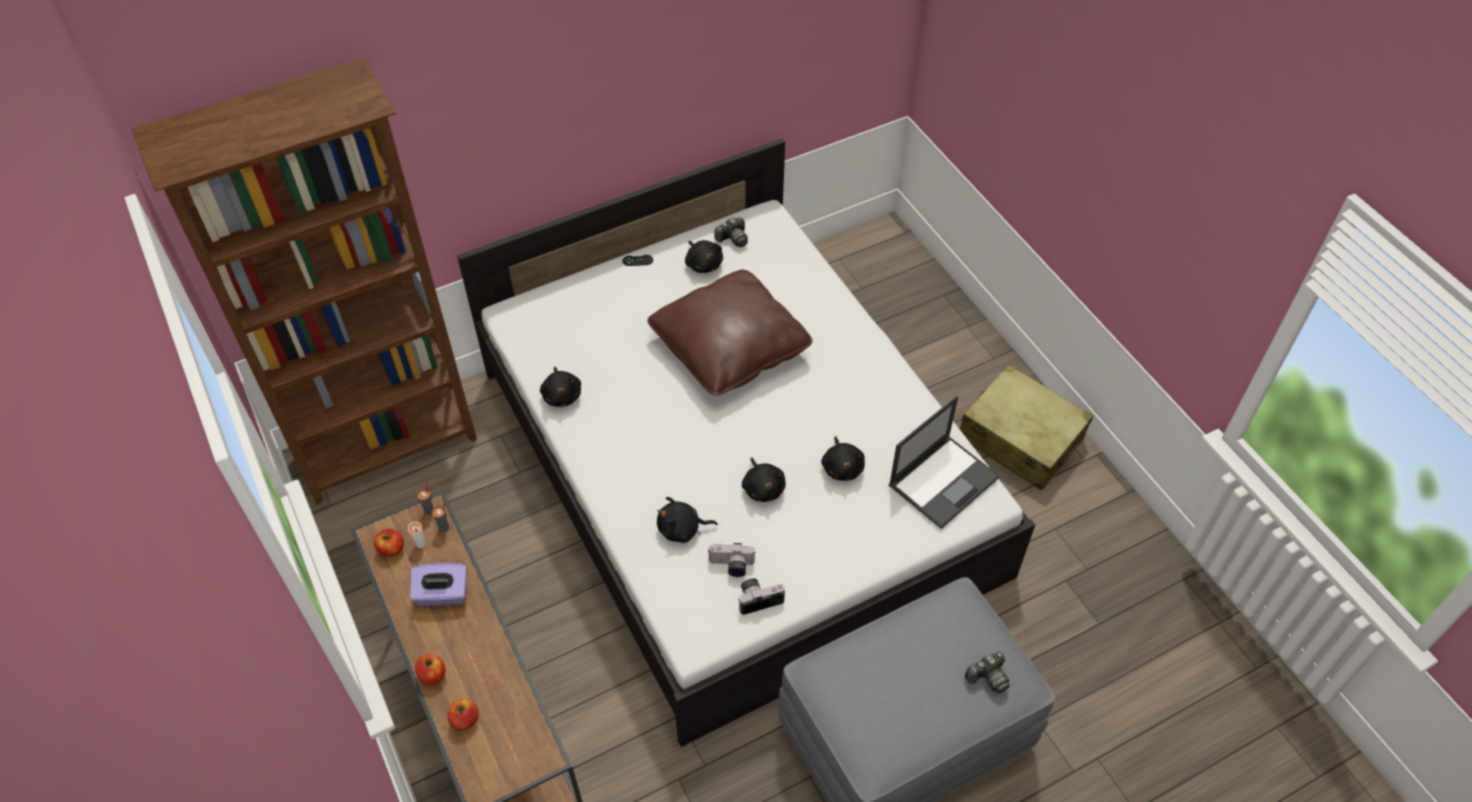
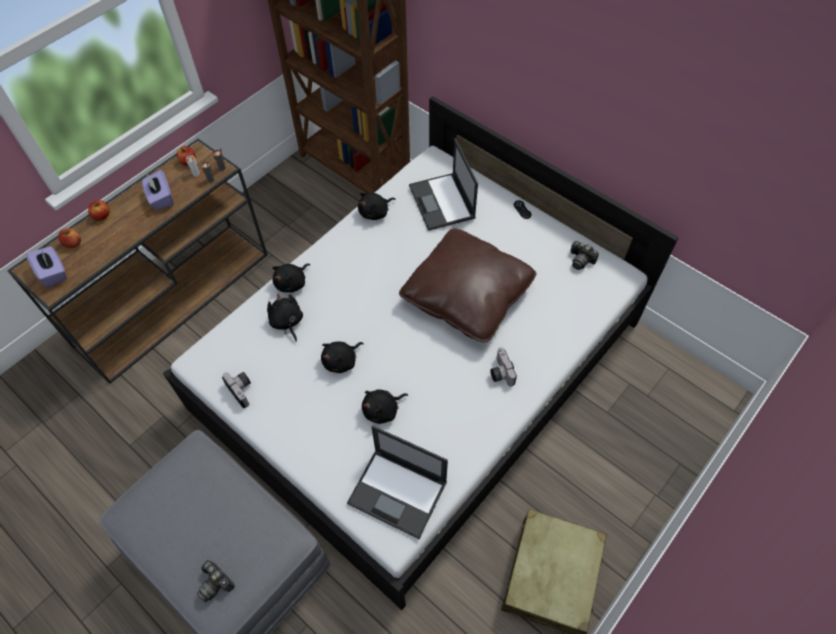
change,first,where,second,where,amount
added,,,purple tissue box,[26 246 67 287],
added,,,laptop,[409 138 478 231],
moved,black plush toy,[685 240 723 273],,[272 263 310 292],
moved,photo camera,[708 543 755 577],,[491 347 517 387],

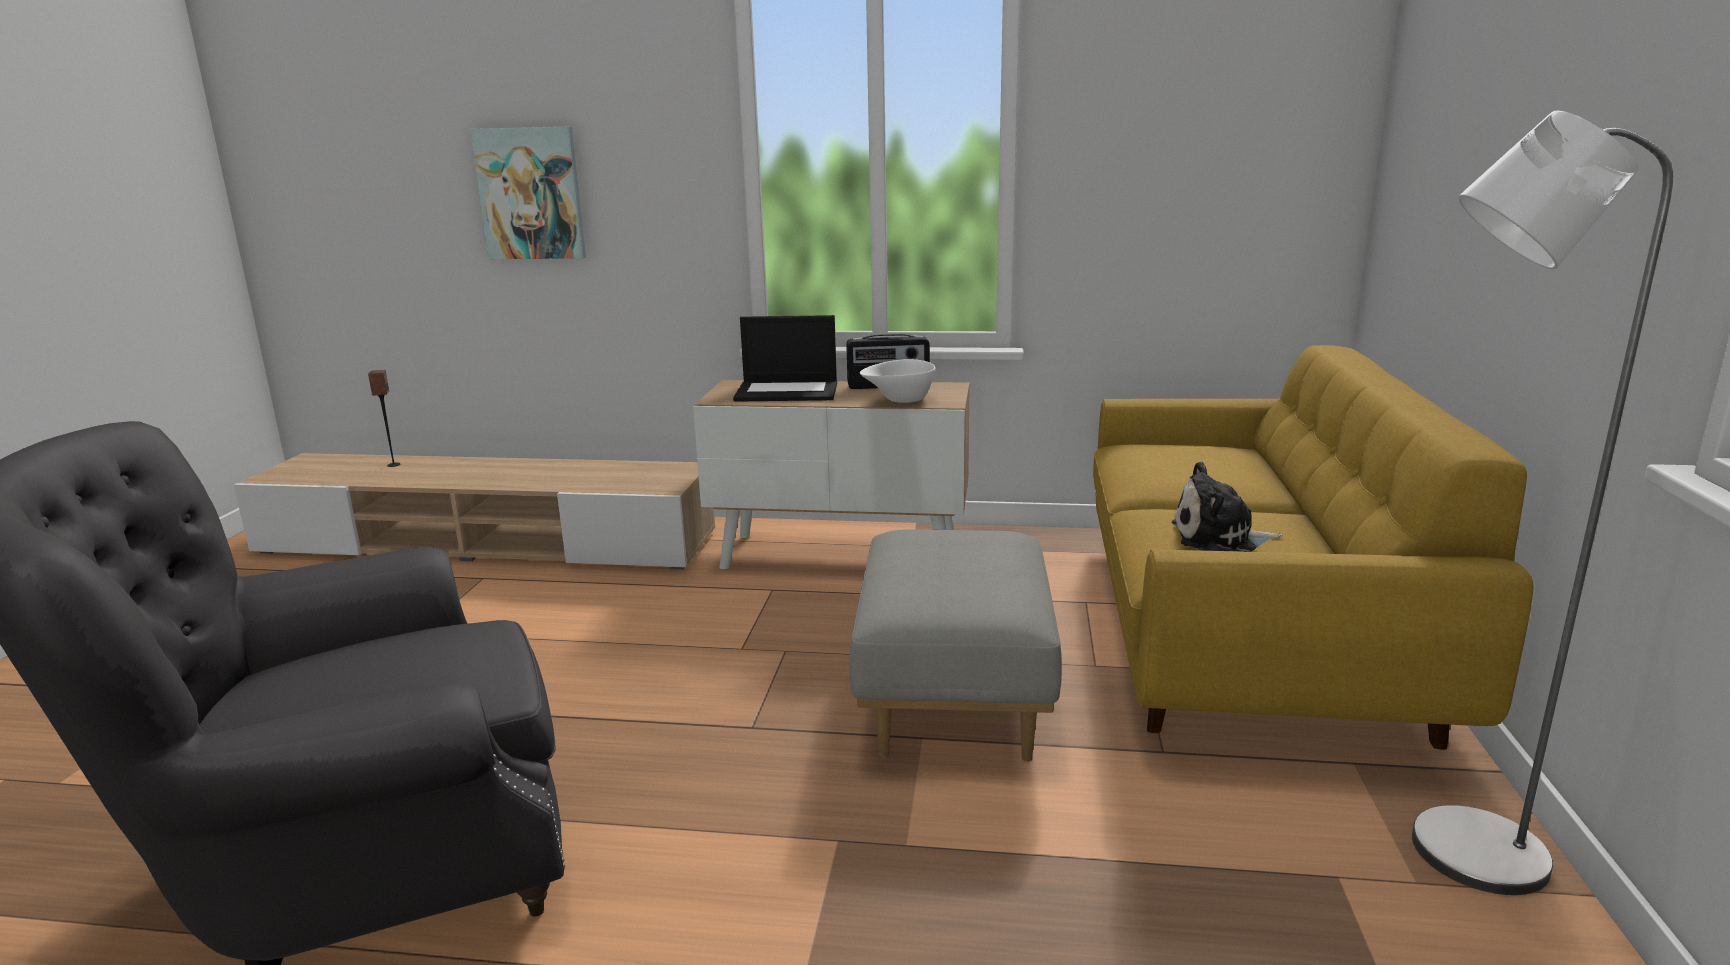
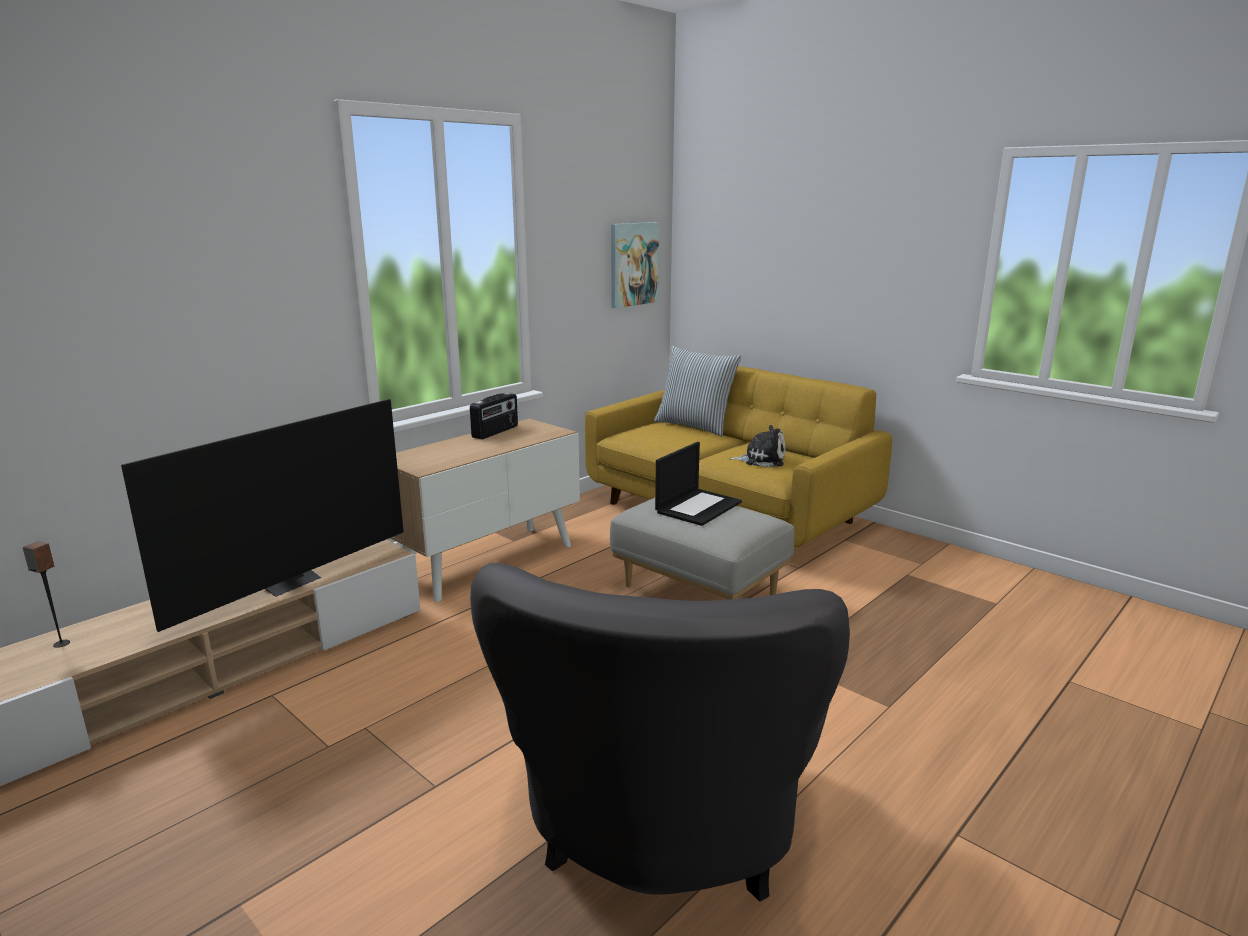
change,first,where,second,where,amount
removed,white bowl,[860 359 935 403],,,
removed,grey floor lamp,[1412 111 1673 895],,,
added,,,television,[121 399 404 632],
added,,,pillow,[654 346 742 437],
moved,picture,[470 127 586 259],,[611 222 659 308],
moved,laptop,[733 315 837 402],,[655 442 742 526],
turned,plush toy,[1172 462 1283 552],,[729 425 786 467],120 degrees counterclockwise

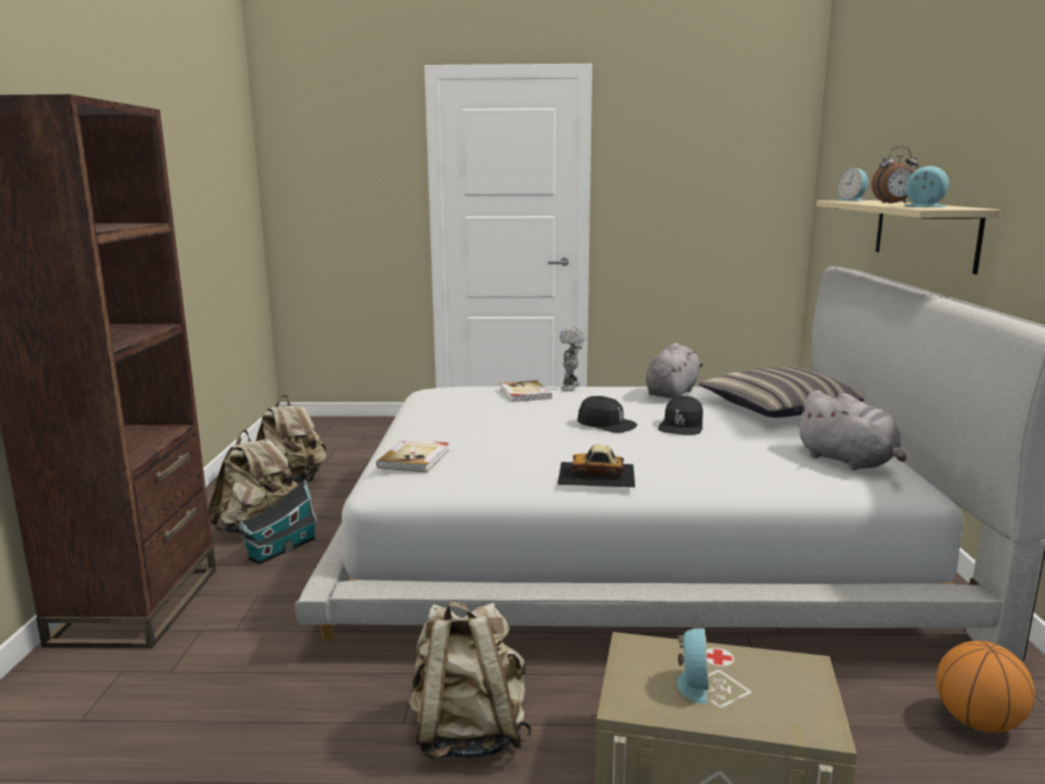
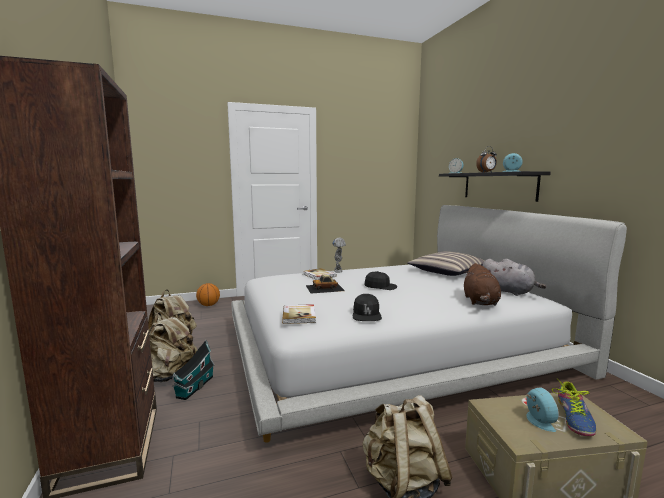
change,first,where,second,where,amount
removed,grey plush toy,[646 343 703 399],,,
added,,,brown plush toy,[464 263 501 306],
added,,,shoe,[552 380 596 436],
moved,toy car,[557 444 635 487],,[306 275 345 294],
moved,black cap,[658 396 703 435],,[353 294 382 321],
moved,basketball,[937 641 1035 733],,[196 283 220 306],
recoloured,beige shelf,[816 200 1001 274],black shelf,[439 171 551 202],

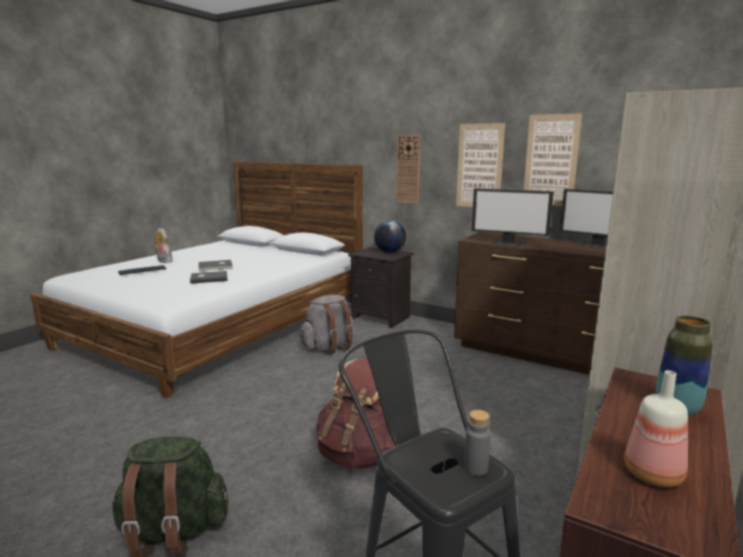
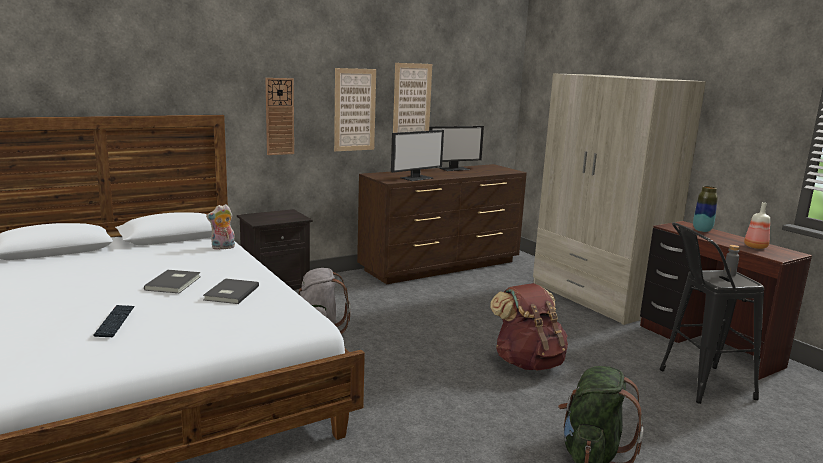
change,first,where,second,where,amount
removed,globe,[374 220 406 253],,,
moved,plush toy,[155 228 173 263],,[206 204 235 250],

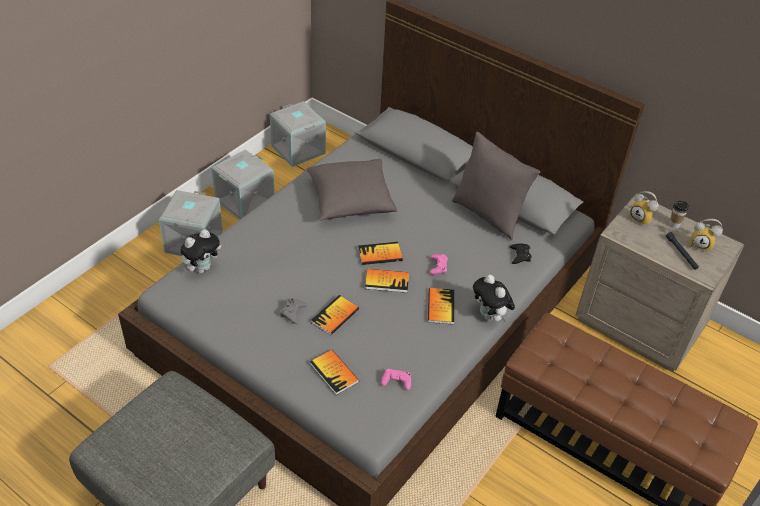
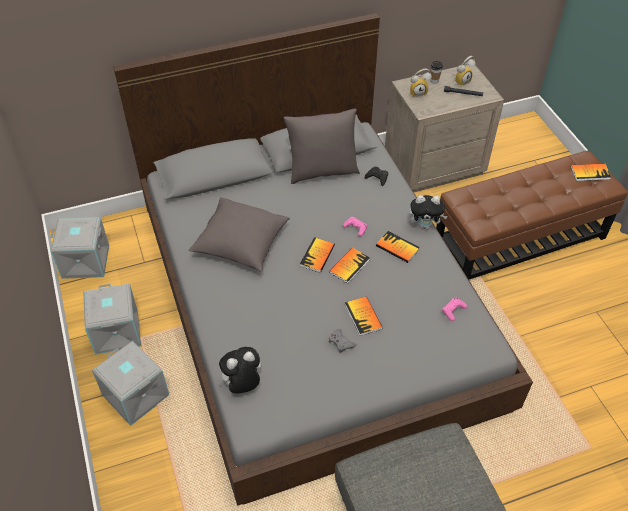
change,first,where,second,where,amount
moved,book,[310 350 359 395],,[571 163 611 181],
turned,plush toy,[180 229 221 273],,[218 347 261 394],105 degrees counterclockwise

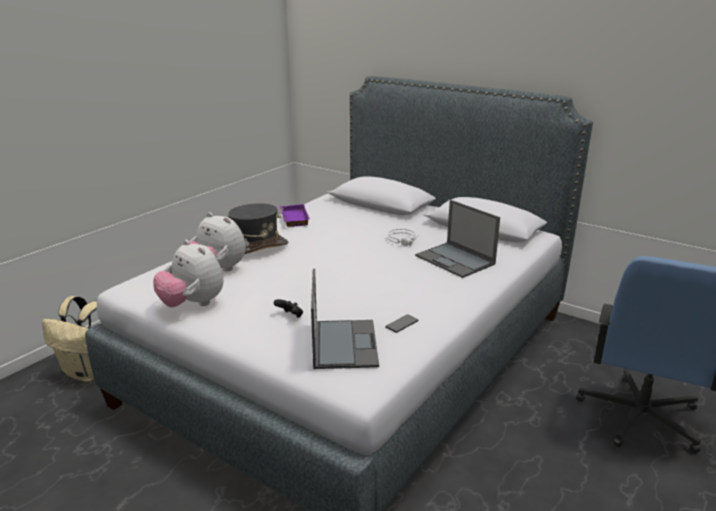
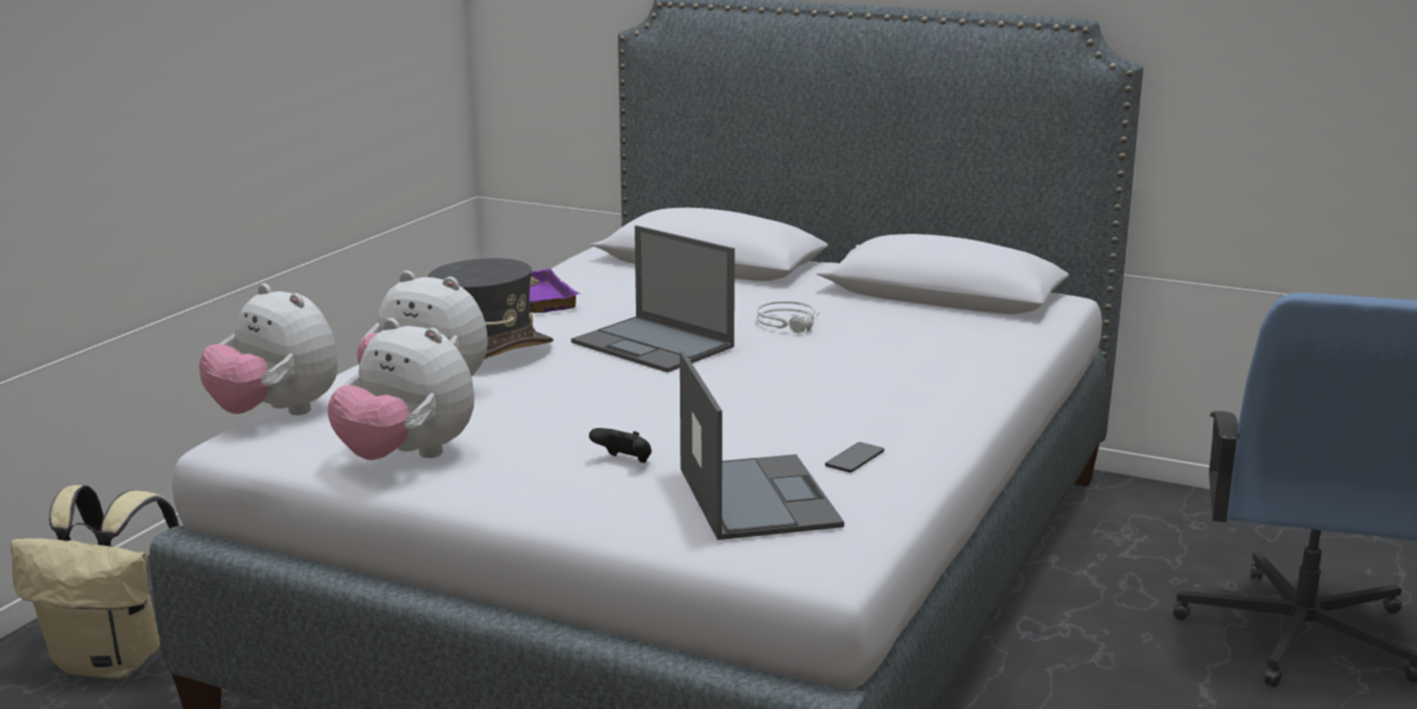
change,first,where,second,where,amount
added,,,plush toy,[199 283 338 415],
moved,laptop,[415 200 500 278],,[571 225 735 373],

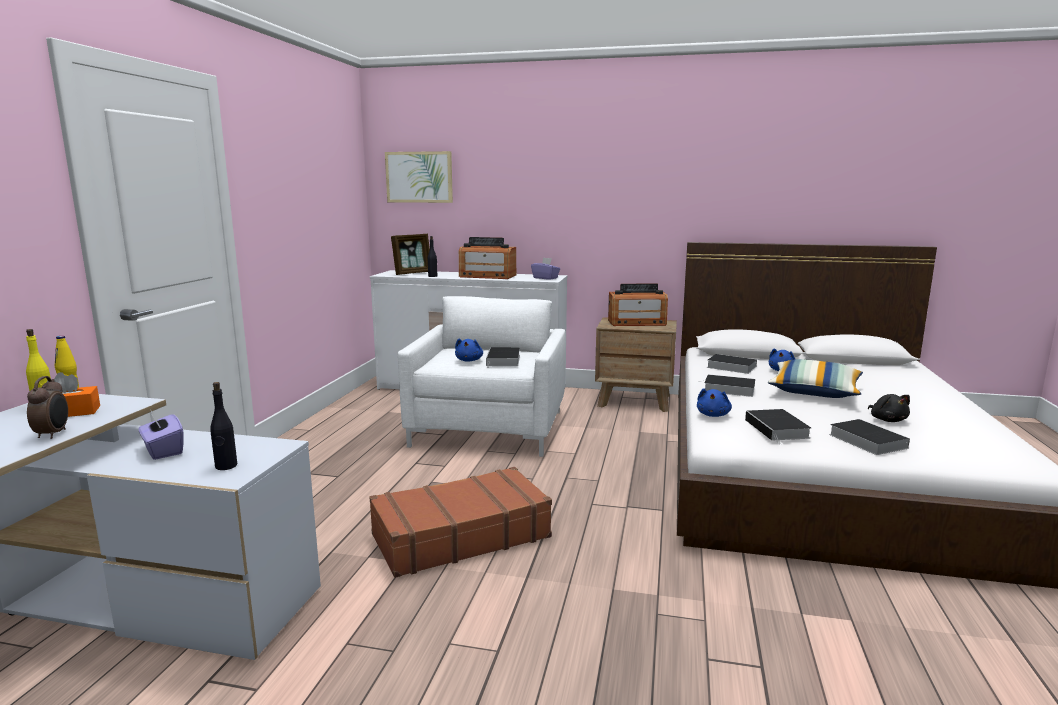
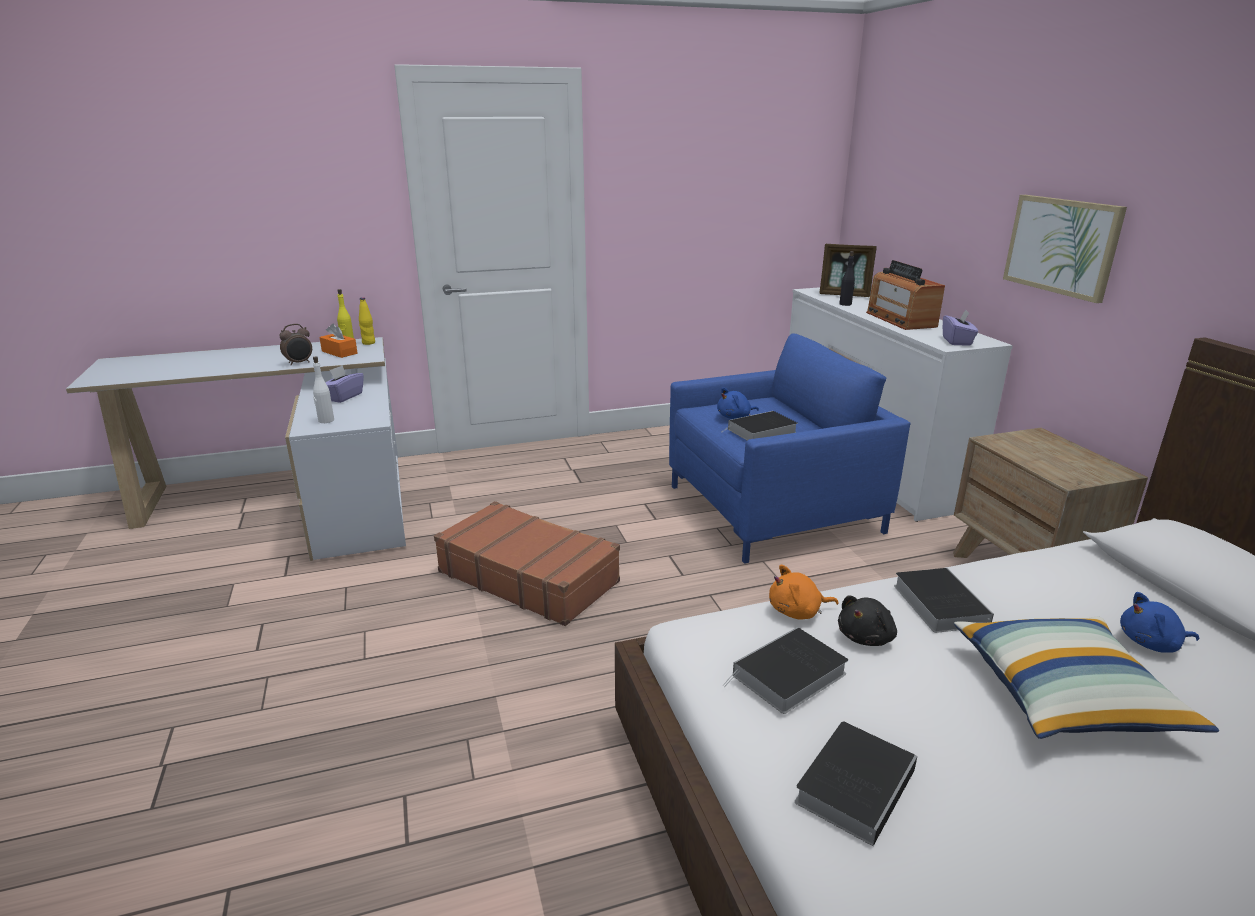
change,first,where,second,where,amount
removed,radio,[608 284 668 326],,,
removed,book,[707 354 757 374],,,
moved,picture,[385 151 453 203],,[1003 195 1127 303],
moved,black plush toy,[868 394 910 422],,[838 595 897 646],
recoloured,black bottle,[210 382 237 470],white bottle,[313 356 334 423],
recoloured,white armchair,[398 296 566 457],blue armchair,[669 334 911 564],
recoloured,blue plush toy,[697 388 732 417],orange plush toy,[769 565 839 620],

